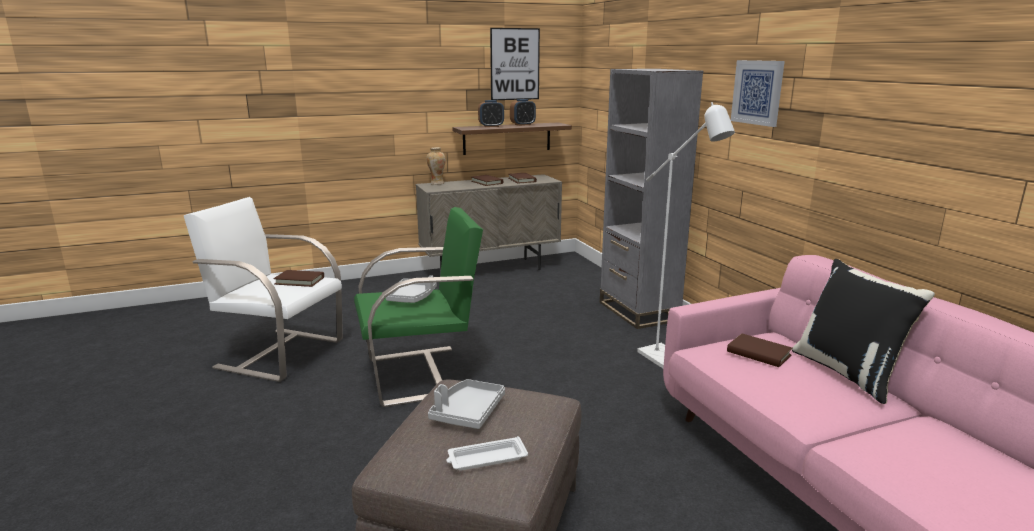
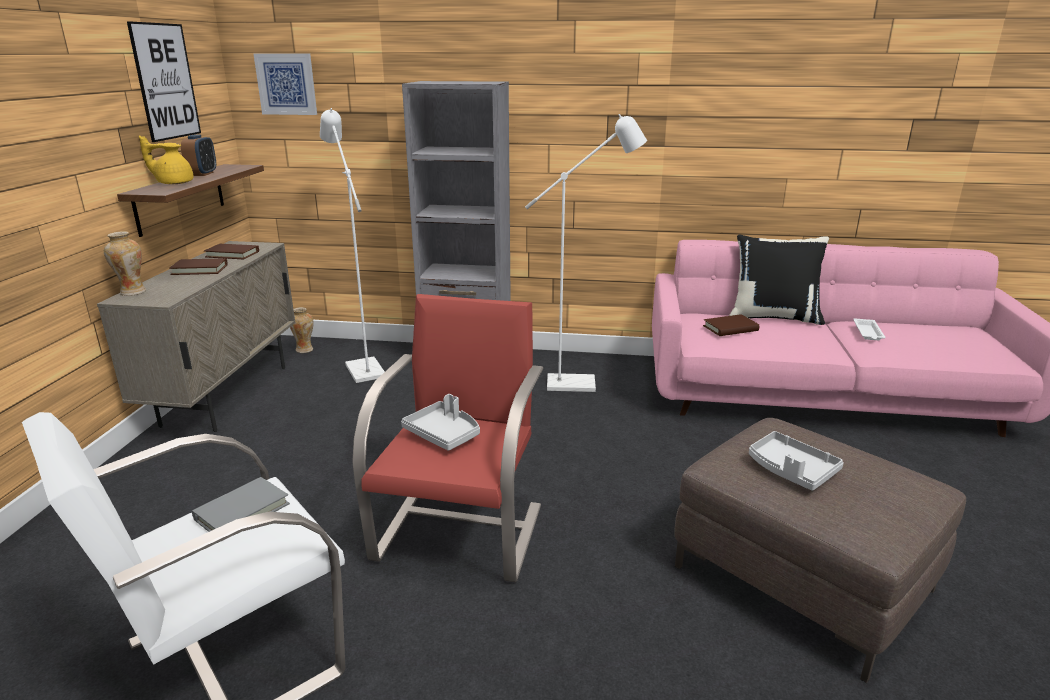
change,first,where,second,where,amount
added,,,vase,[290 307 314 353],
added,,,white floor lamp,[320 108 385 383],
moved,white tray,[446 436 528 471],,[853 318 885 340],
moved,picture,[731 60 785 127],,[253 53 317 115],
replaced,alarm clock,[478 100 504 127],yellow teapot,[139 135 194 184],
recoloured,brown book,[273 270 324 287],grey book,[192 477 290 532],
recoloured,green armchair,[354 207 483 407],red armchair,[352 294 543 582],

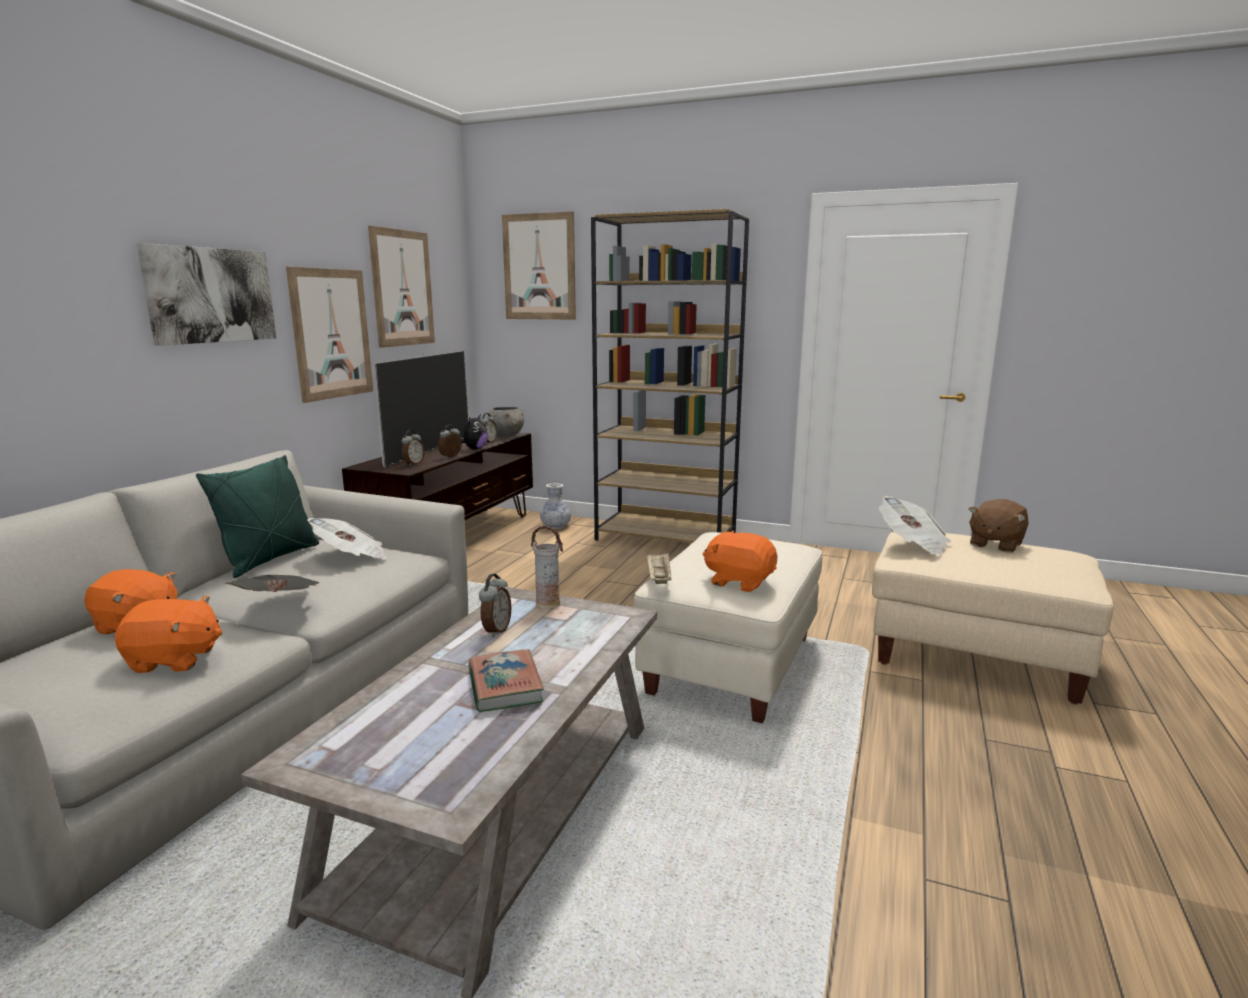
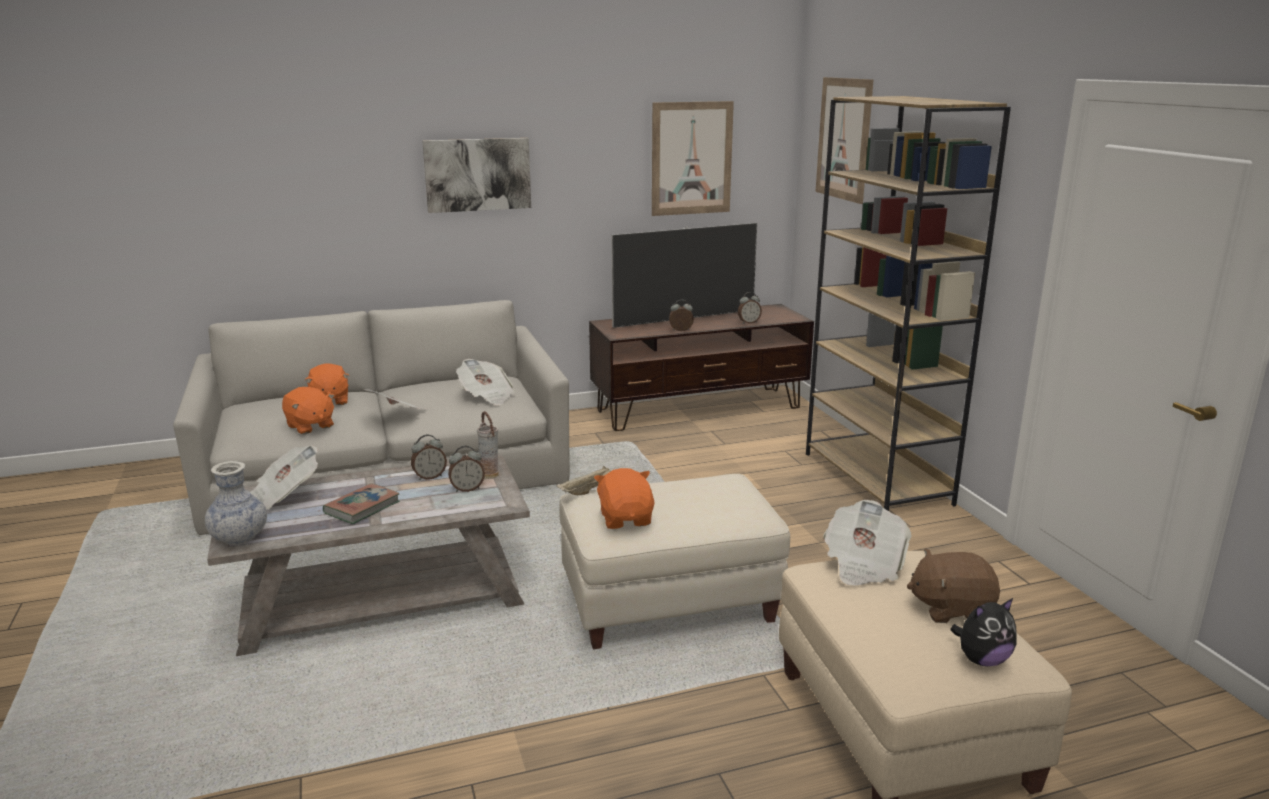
change,first,where,second,where,amount
removed,green pillow,[196 455 319 578],,,
removed,picture,[286 267 373 403],,,
removed,grey bowl,[488 407 524 437],,,
added,,,newspaper,[250 445 319 509],
moved,alarm clock,[402 430 425 466],,[448 446 485 492],
moved,plush toy,[461 415 488 450],,[950 598 1017 666],
moved,vase,[540 483 571 529],,[205 461 267 545],

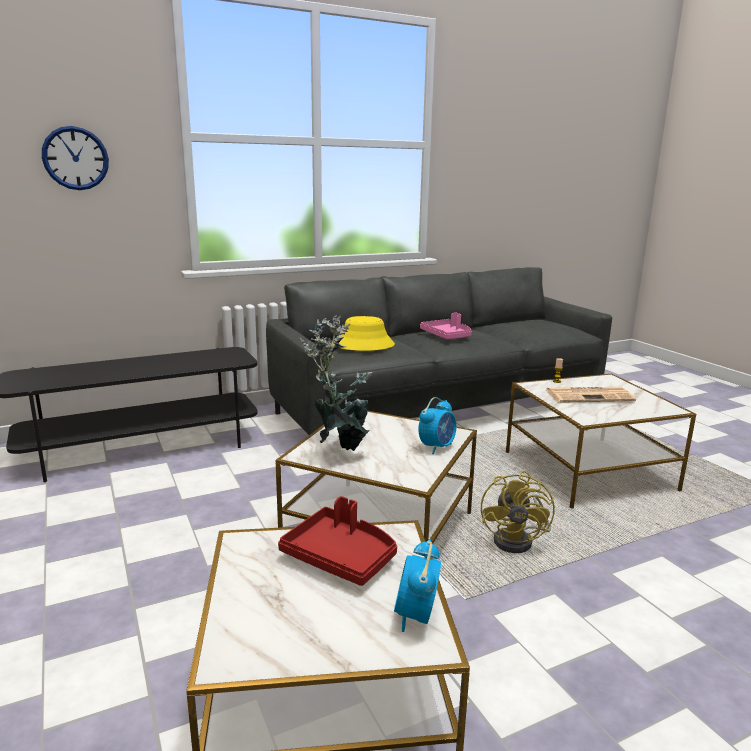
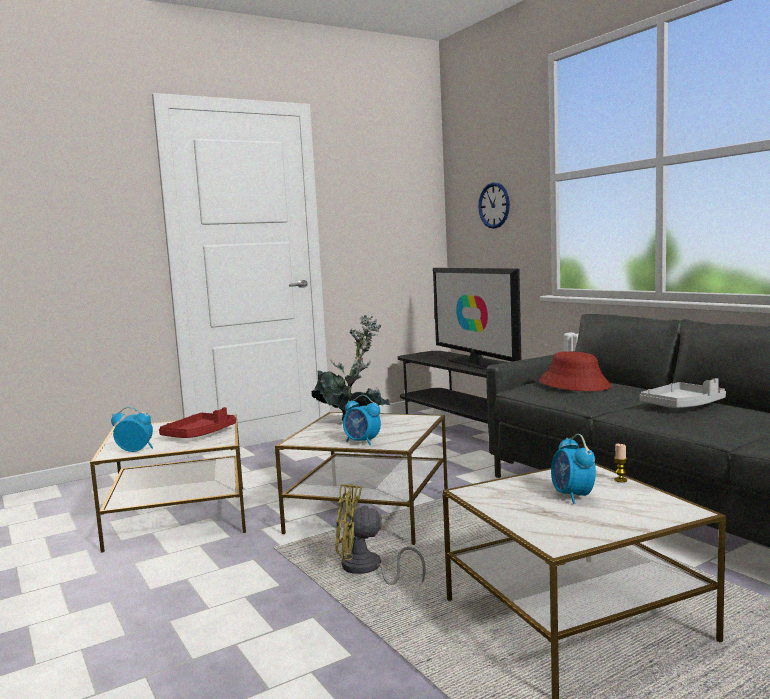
change,first,where,second,where,amount
added,,,television,[433 268 521 370],
replaced,newspaper,[546 387 636 403],alarm clock,[551 434 596 504],
recoloured,yellow hat,[333 316 395 351],red hat,[539 351 612 391],
recoloured,pink tray,[420 312 472 339],grey tray,[640 378 726 408],

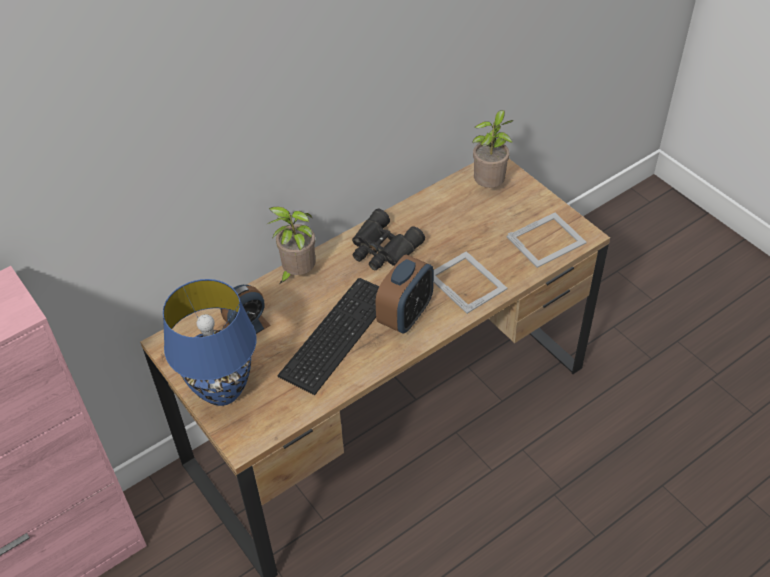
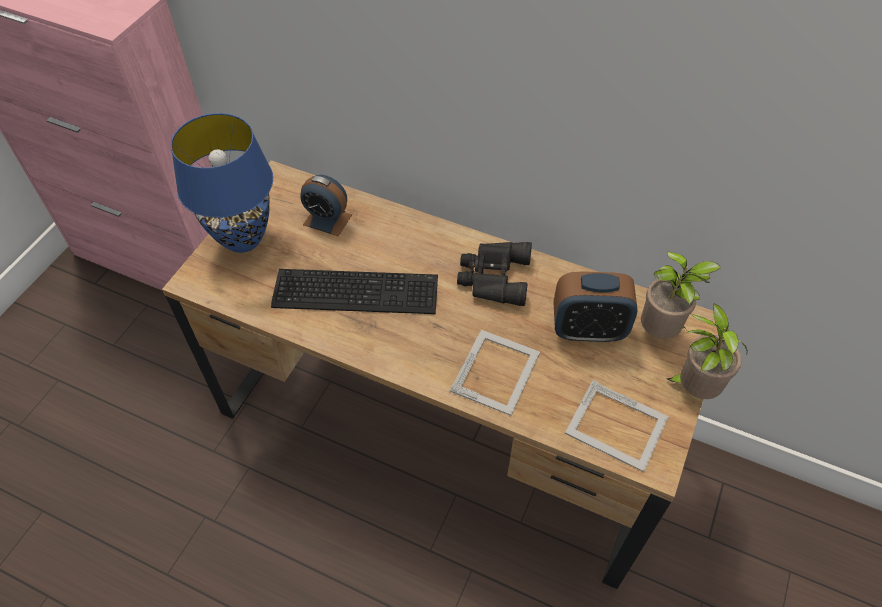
change,first,where,second,where,amount
moved,potted plant,[267 207 315 284],,[667 303 748 399],
moved,alarm clock,[376 255 434 334],,[554 271 638 342],

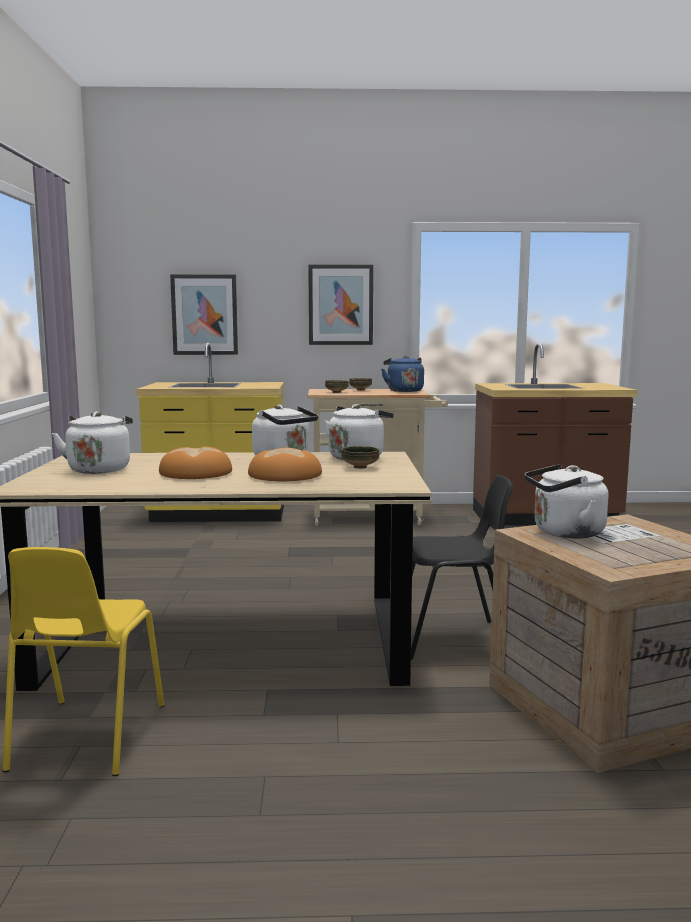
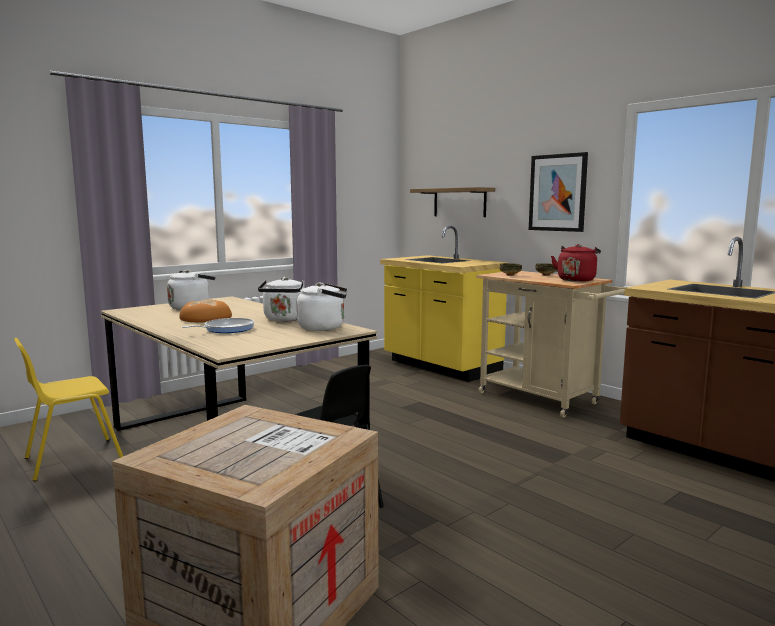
change,first,where,second,where,amount
removed,bowl,[341 446 379 469],,,
removed,white kettle,[524 464 609 539],,,
replaced,picture,[170 274 238 355],shelf,[410 187 495 217],
replaced,bread,[248 448 322 481],frying pan,[182 318 254 333],
recoloured,blue kettle,[381 355 424 392],red kettle,[551 244 601 282],

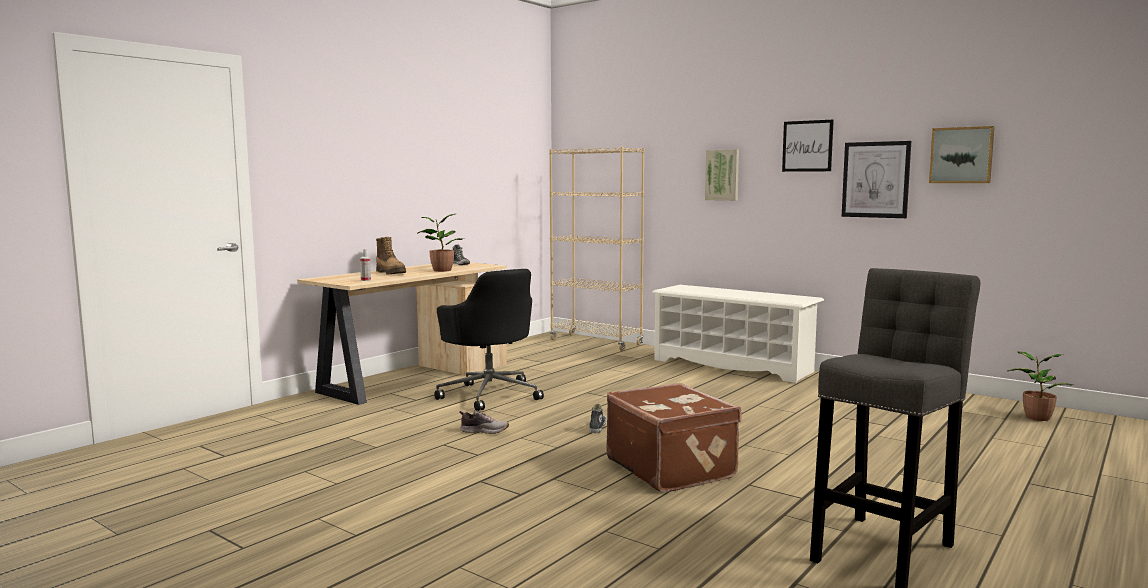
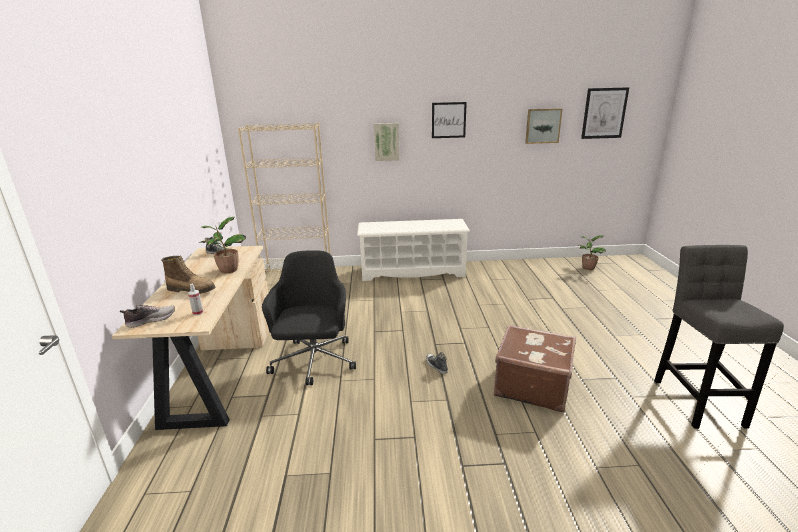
change,first,where,second,where,amount
moved,shoe,[459 410 509 434],,[120 305 175 328],
moved,picture,[842 141 911 218],,[581 87 629 139],
turned,black office chair,[434 269 544 411],,[262 250 356 385],105 degrees counterclockwise

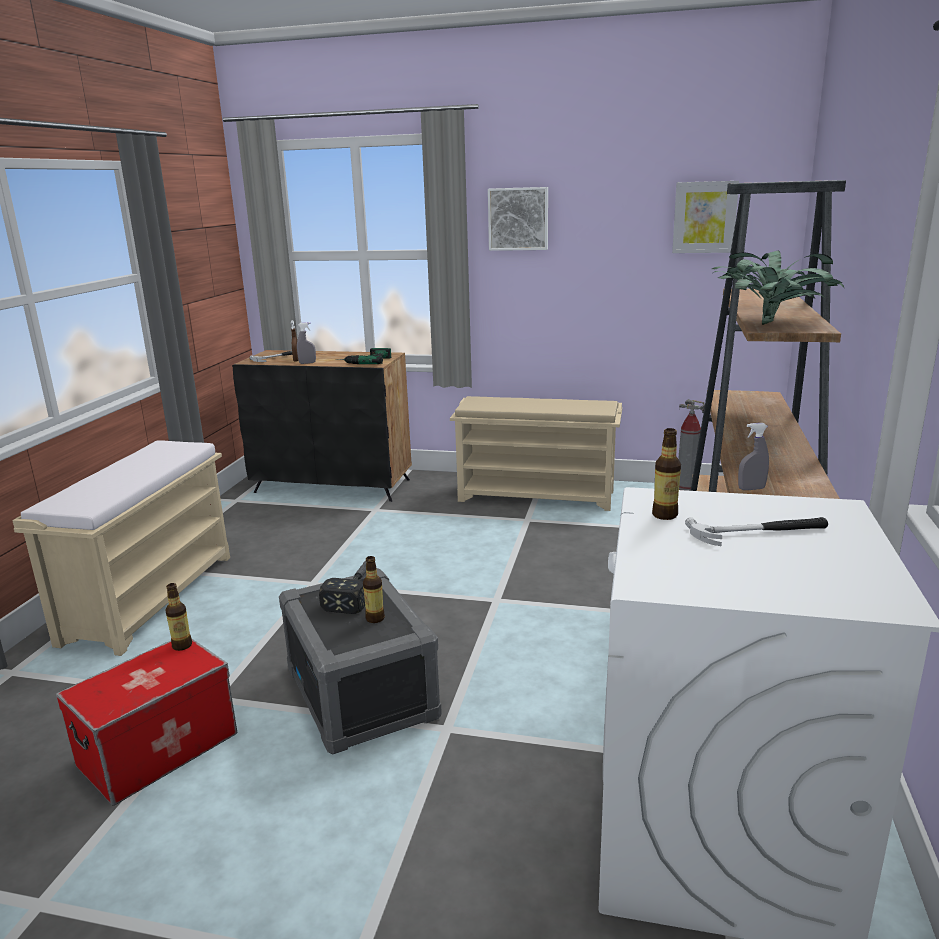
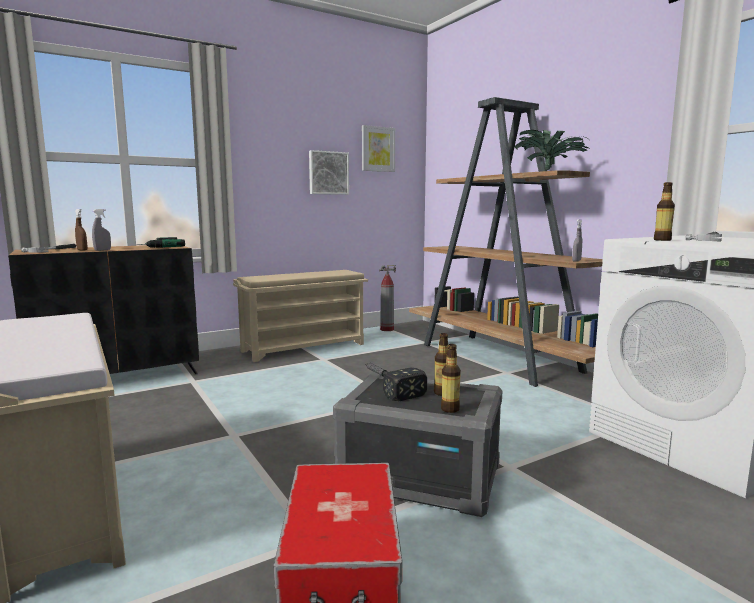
change,first,where,second,where,amount
moved,bottle,[165 583 192 651],,[441 344 461 413],
moved,picture,[488 187 548 251],,[309 150 349 195],

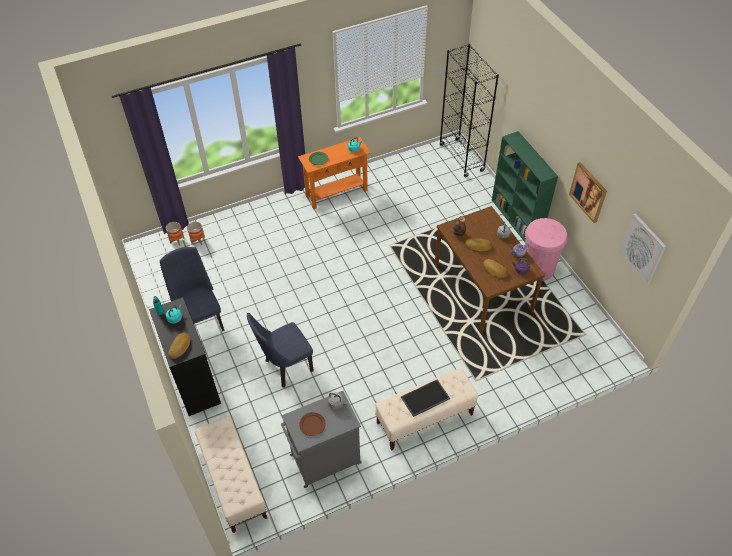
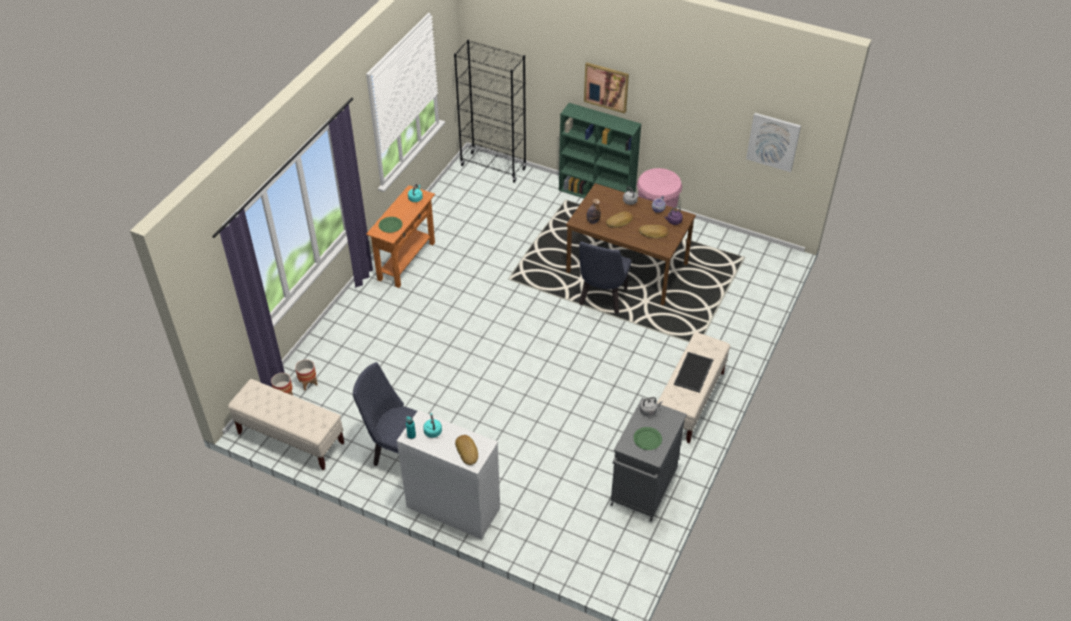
change,first,where,second,where,amount
moved,beige bench,[195 416 267 533],,[228 379 344 470],
moved,blue chair,[247 313 314 388],,[579 241 632 314],
moved,picture,[569 162 607 223],,[584 63 629 114],
recoloured,black dresser,[149 297 221 416],white dresser,[397 410 500 539],
recoloured,brown plate,[299 412 326 436],green plate,[633 427 662 450],

